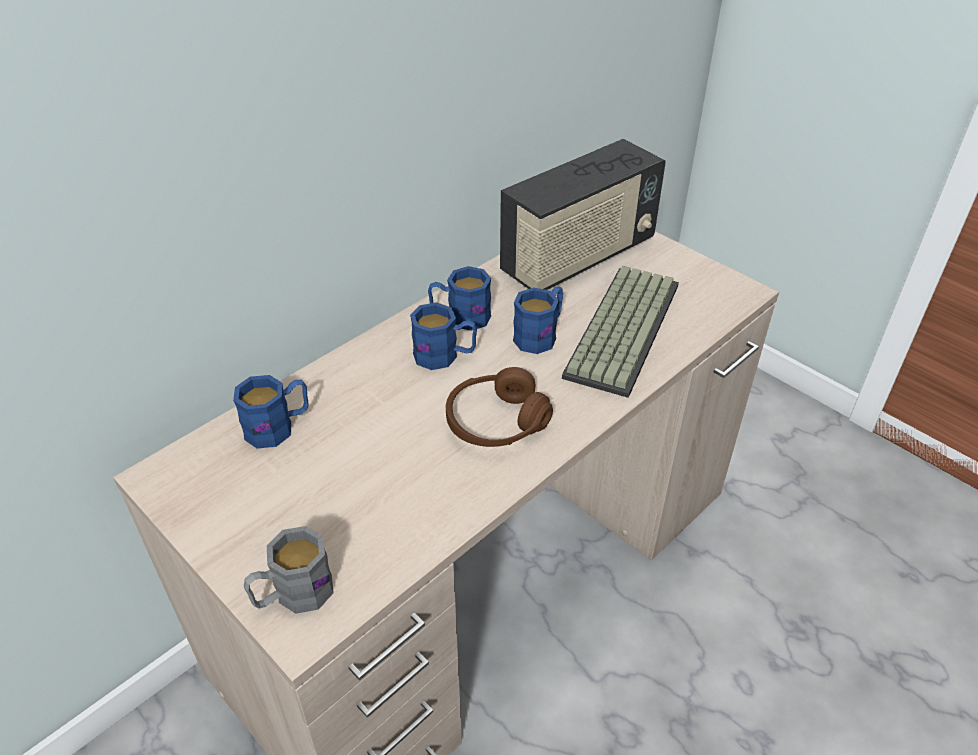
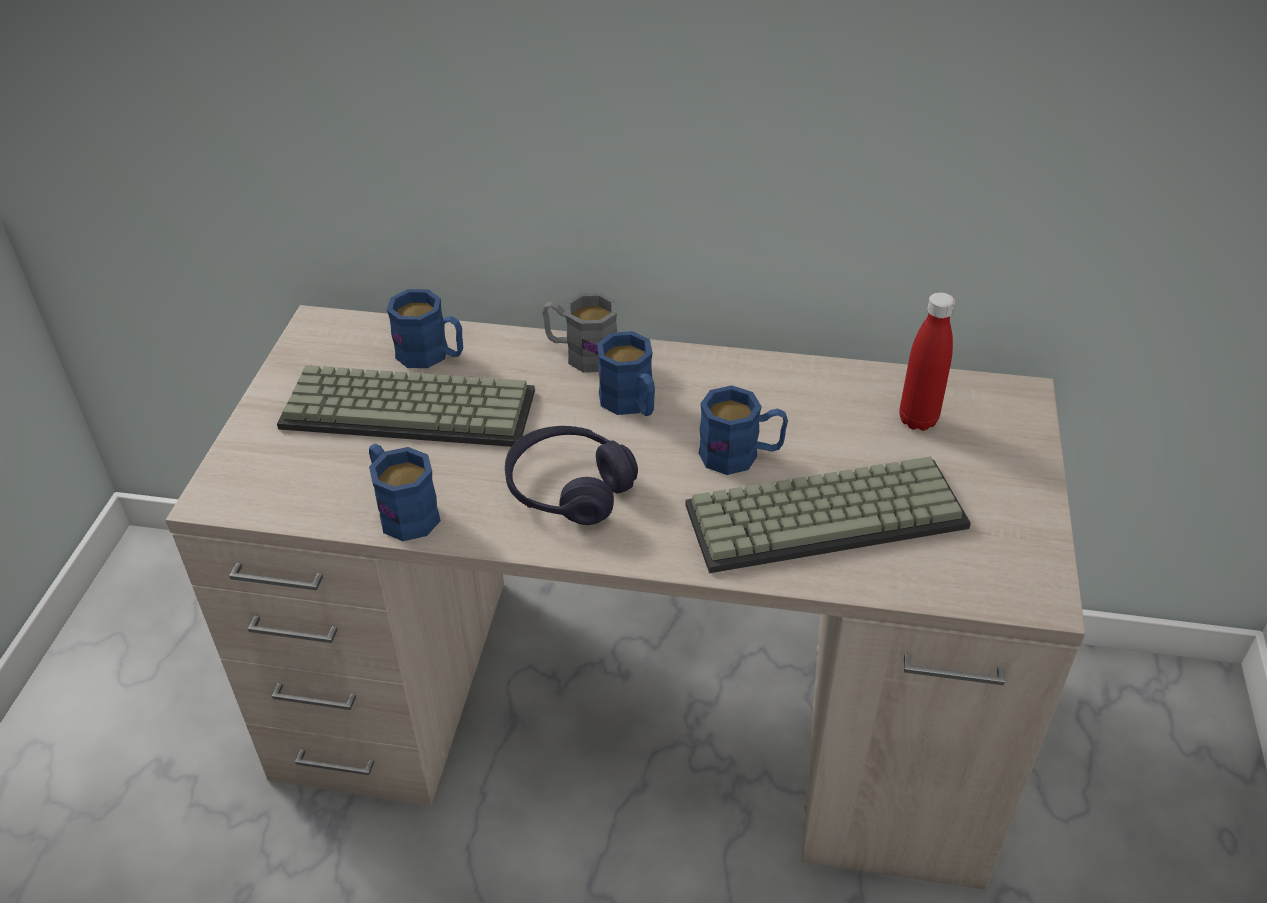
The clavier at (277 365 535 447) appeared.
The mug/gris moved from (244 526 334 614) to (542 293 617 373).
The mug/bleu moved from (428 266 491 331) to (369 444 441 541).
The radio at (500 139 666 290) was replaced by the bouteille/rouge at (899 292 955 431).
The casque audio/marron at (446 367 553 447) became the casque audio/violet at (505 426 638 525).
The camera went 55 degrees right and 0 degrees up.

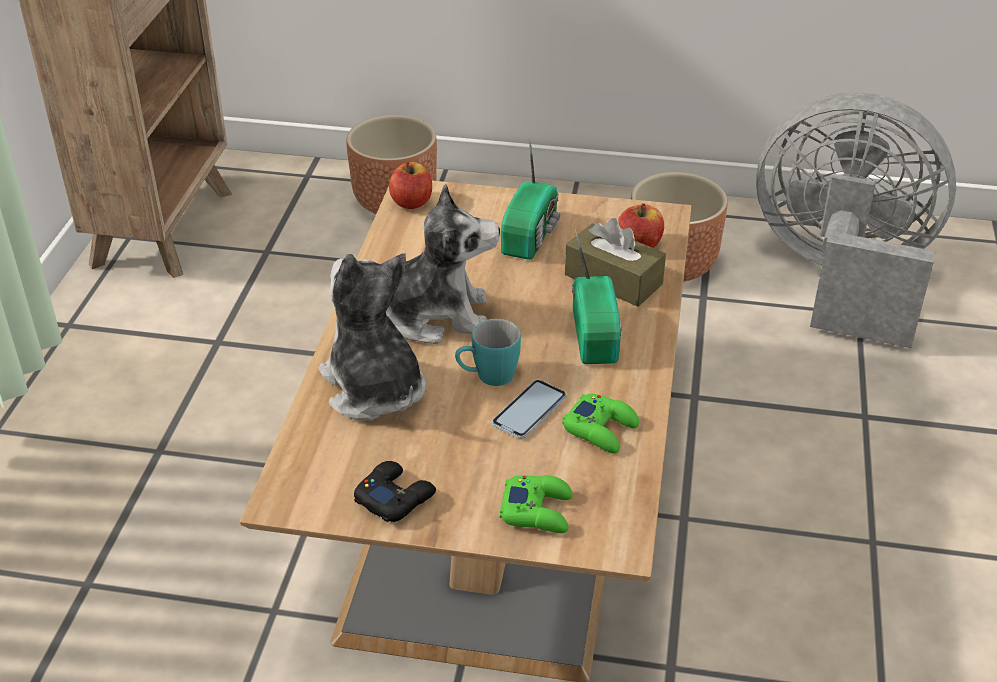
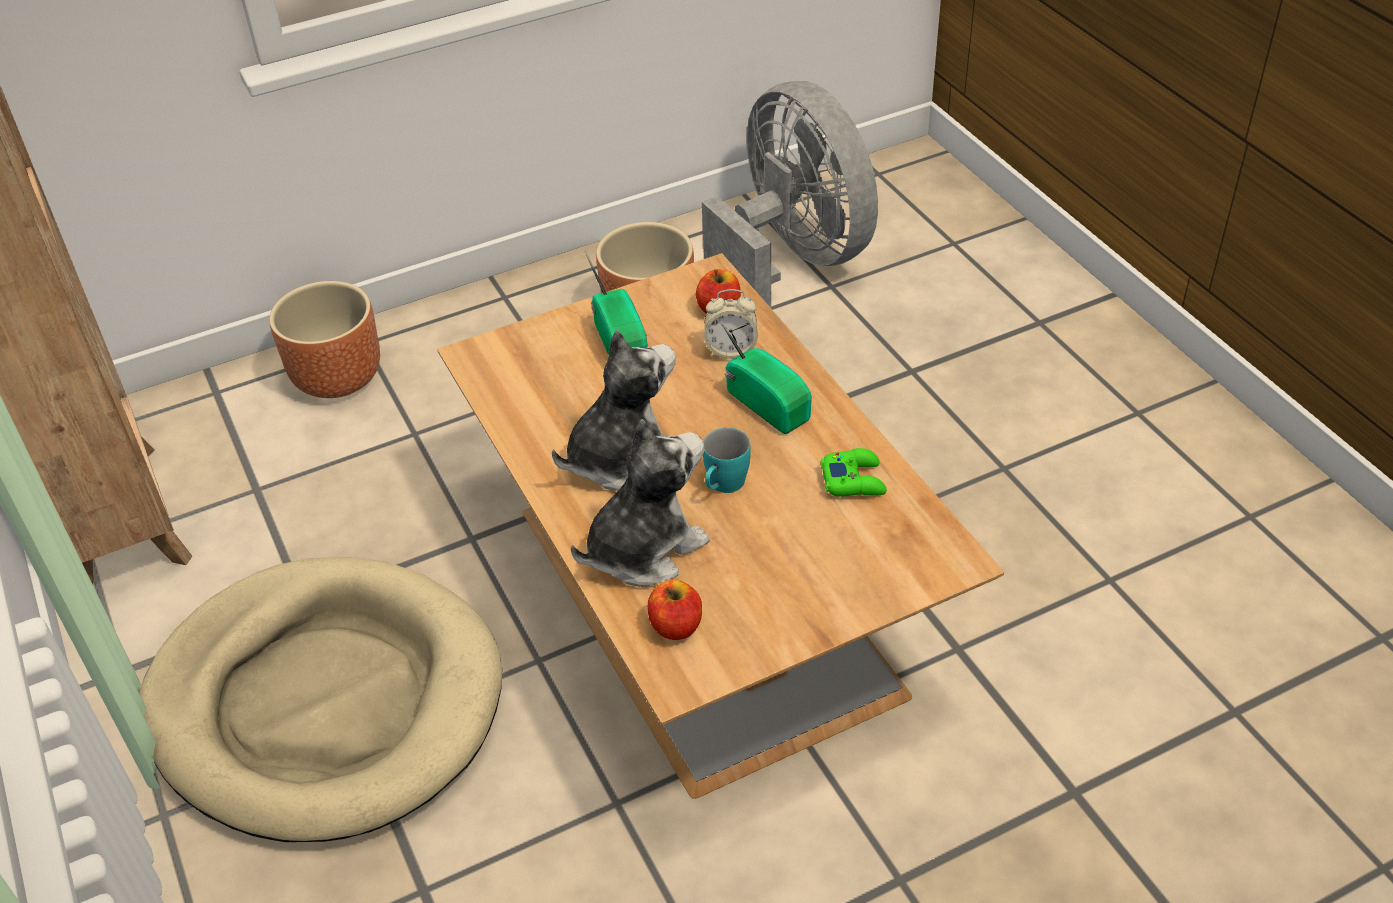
The manette/noir at (354 461 436 522) disappeared.
The téléphone at (492 380 566 439) disappeared.
The manette/vert at (500 475 573 533) disappeared.
The panier pour chien/beige at (139 557 502 842) appeared.
The pomme moved from (389 162 432 209) to (648 580 702 640).
The boîte à mouchoirs/marron at (565 218 666 307) was replaced by the réveil at (704 289 758 359).
The peluche at (319 253 426 421) turned 120 degrees clockwise.
The ventilateur/gris at (756 92 956 348) turned 75 degrees clockwise.
The camera went 35 degrees left and 5 degrees up.

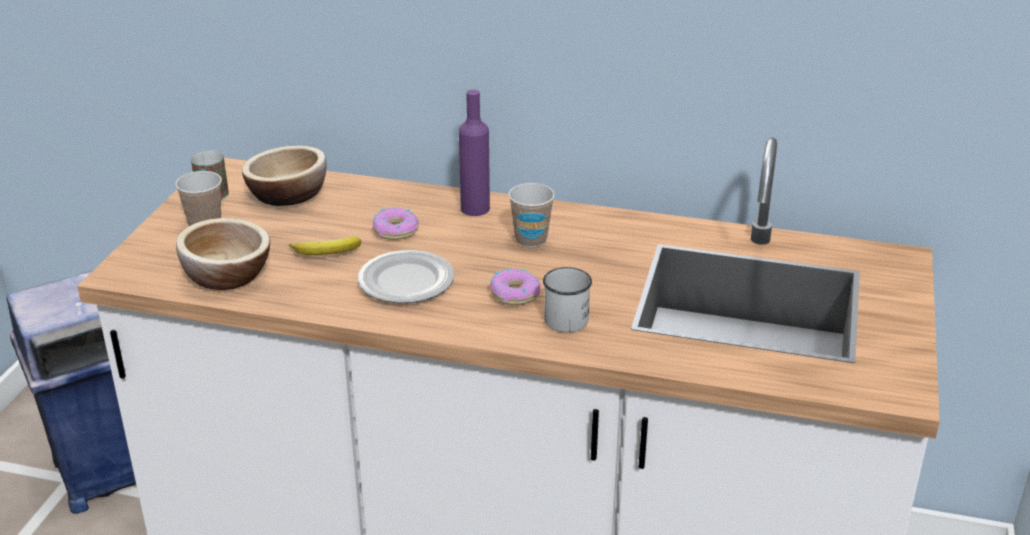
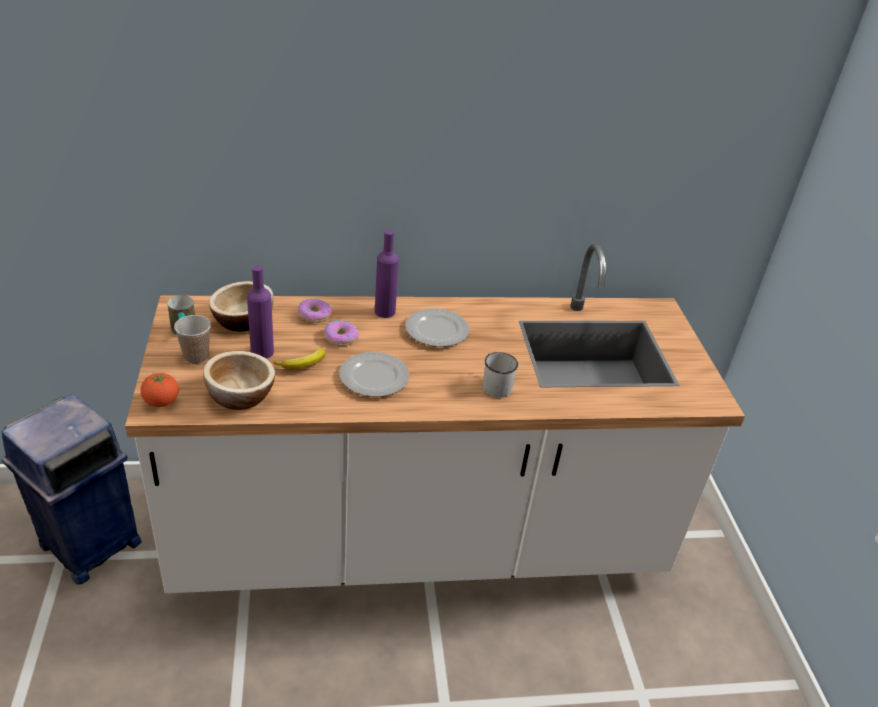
The tomate at (141 373 179 407) appeared.
The bouteille/violet at (247 265 274 359) appeared.
The beignet moved from (489 269 541 305) to (298 298 332 323).
The tasse at (508 183 555 248) was replaced by the assiette at (405 308 469 347).
The camera went 25 degrees left and 5 degrees up.

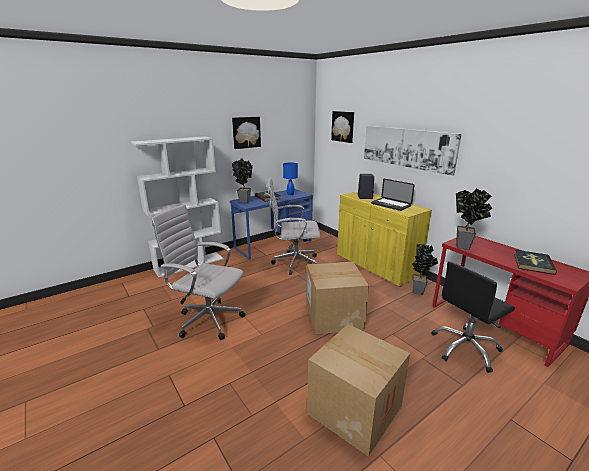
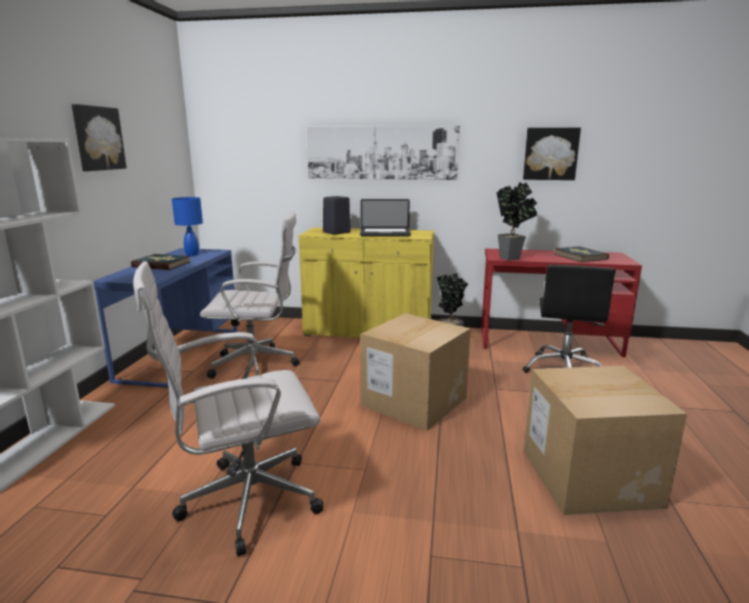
The plante en pot at (232 158 253 203) disappeared.
The tableau moved from (331 111 354 143) to (523 128 581 180).
The chaise de bureau/blanc at (267 178 320 275) turned 135 degrees counterclockwise.
The camera went 45 degrees left and 5 degrees down.

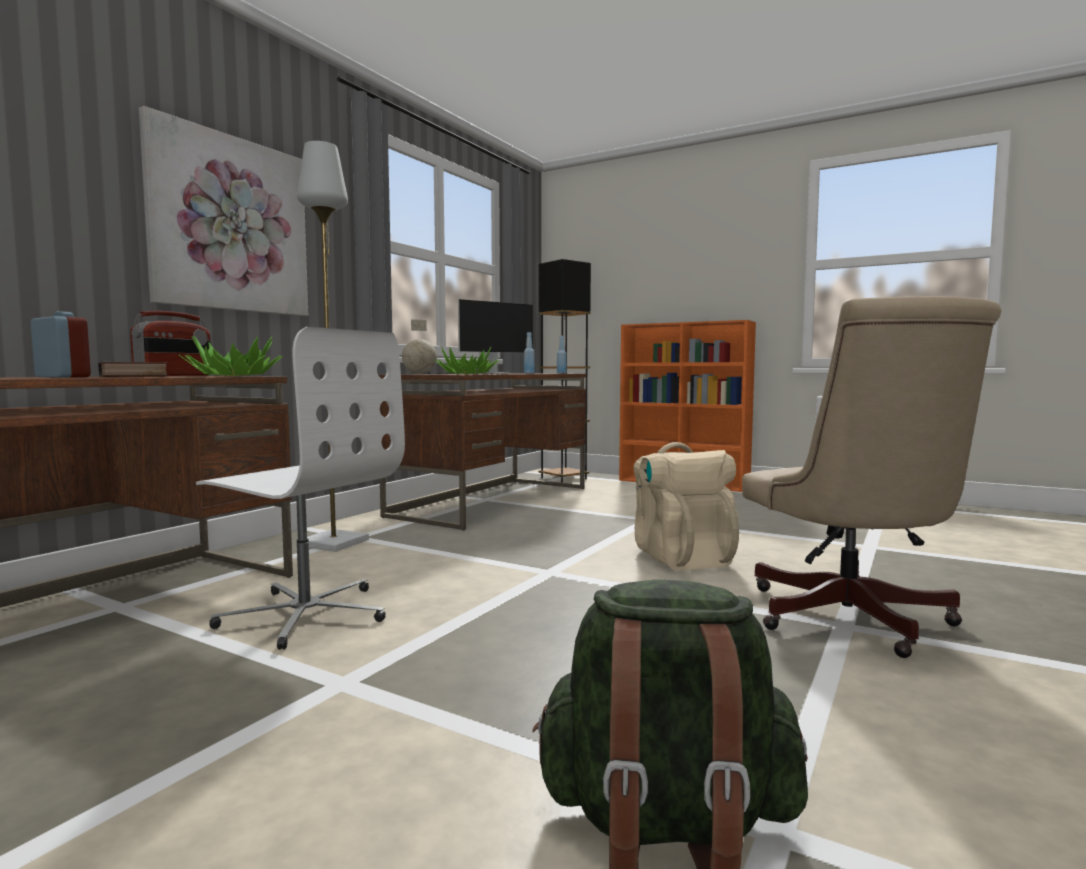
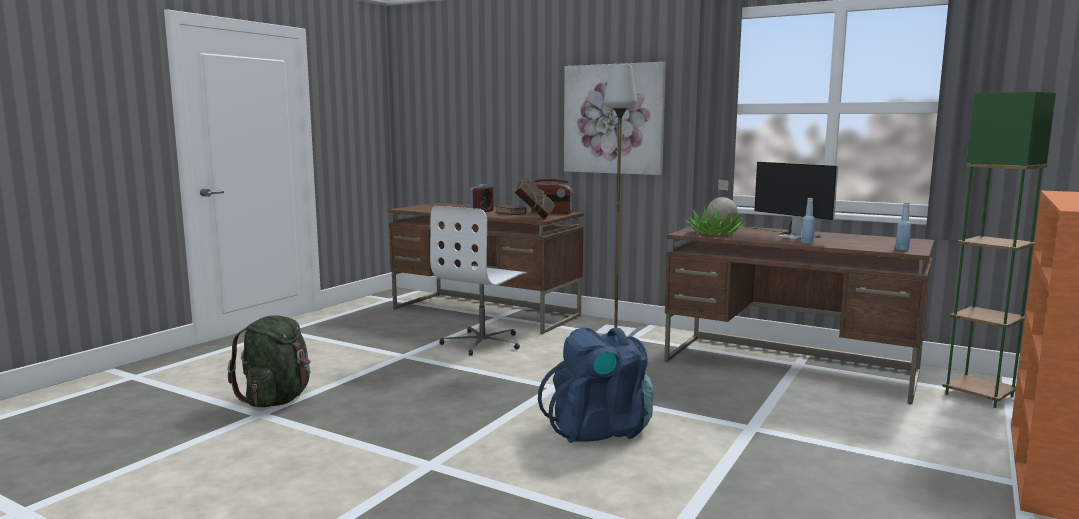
The chaise de bureau/beige at (742 296 1001 658) disappeared.
The plante en pot at (179 336 283 376) was replaced by the livre at (515 178 555 219).
The lampadaire/noir at (539 259 591 483) became the lampadaire/vert at (942 92 1056 408).
The sac à dos/beige at (633 442 739 570) became the sac à dos/bleu at (538 327 654 443).
The camera went 90 degrees right and 5 degrees up.

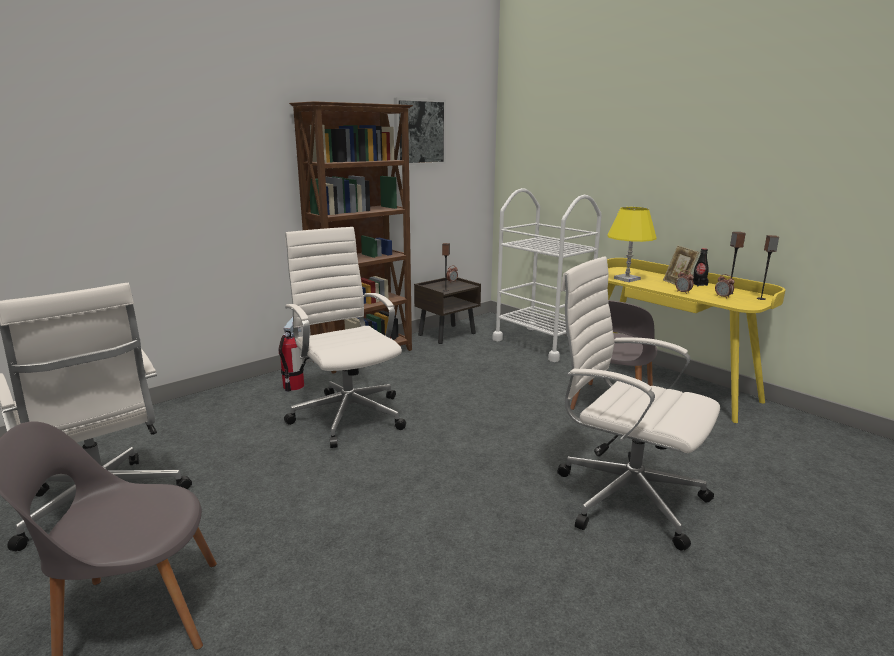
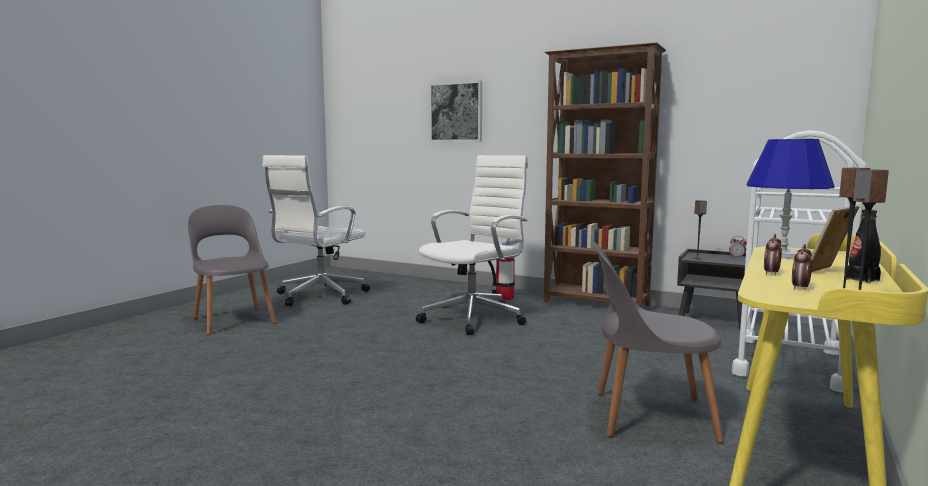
The chaise de bureau/blanc at (557 256 720 551) disappeared.
The tableau moved from (394 98 446 166) to (429 80 482 142).
The lampe de table/jaune at (607 207 657 282) became the lampe de table/bleu at (747 139 835 259).
The camera went 70 degrees right and 10 degrees down.

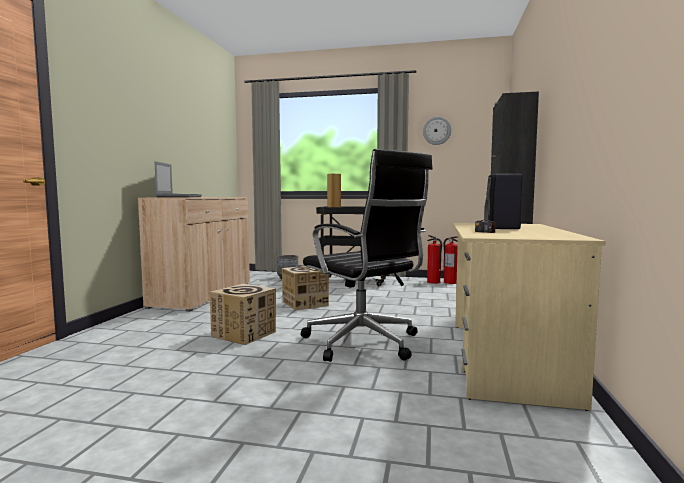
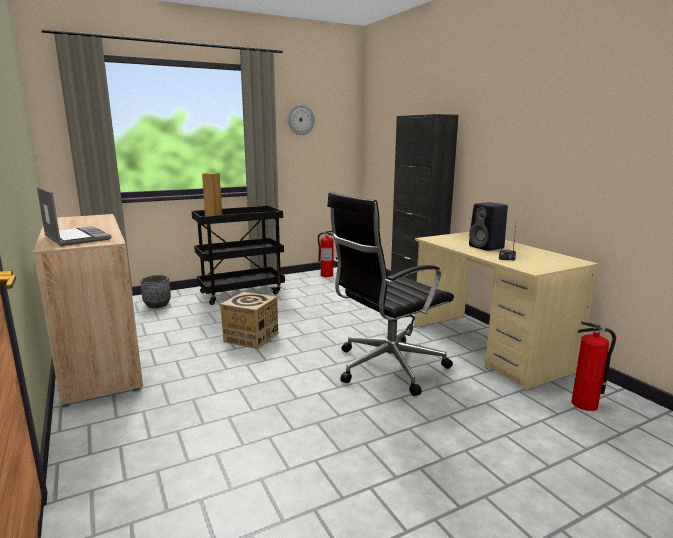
The carton at (210 284 276 345) disappeared.
The extincteur moved from (427 235 442 284) to (571 321 617 411).
The chaise de bureau/noir at (301 149 433 362) turned 135 degrees clockwise.
The camera went 40 degrees left and 10 degrees up.

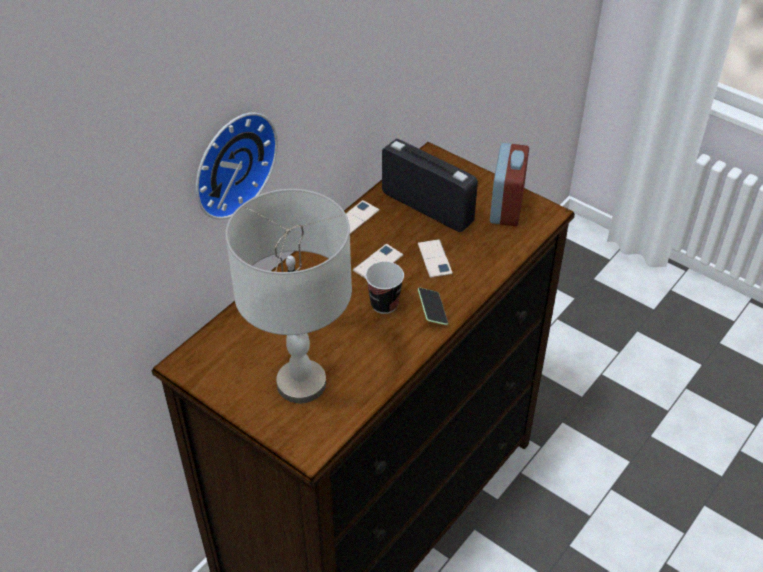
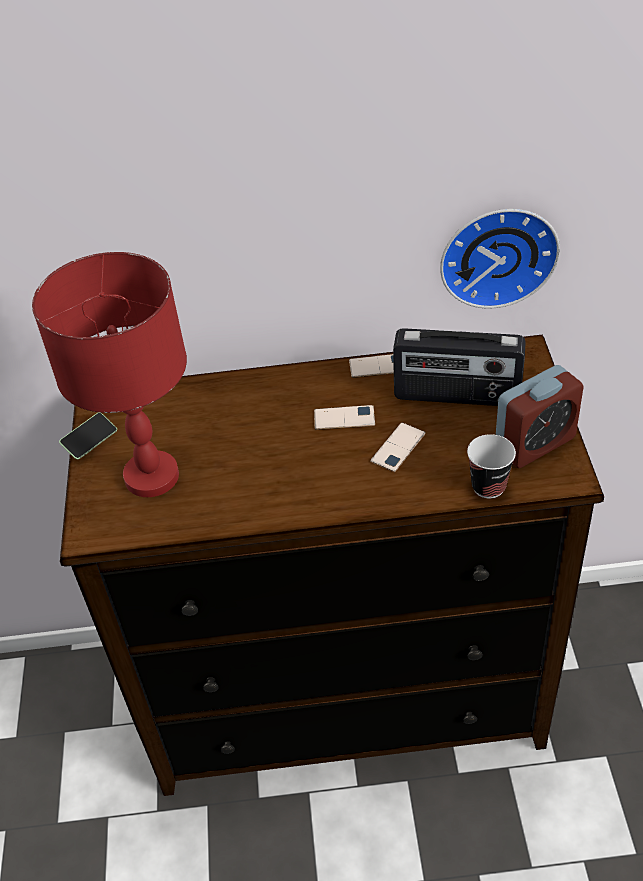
The horloge murale moved from (196 112 278 220) to (440 209 560 309).
The tasse moved from (365 261 404 314) to (467 434 516 499).
The téléphone moved from (418 288 448 325) to (59 413 117 459).
The lampe de table/gris at (225 189 352 403) became the lampe de table/rouge at (32 252 187 497).
The radio at (382 138 478 232) turned 105 degrees clockwise.
The camera went 50 degrees right and 0 degrees up.

